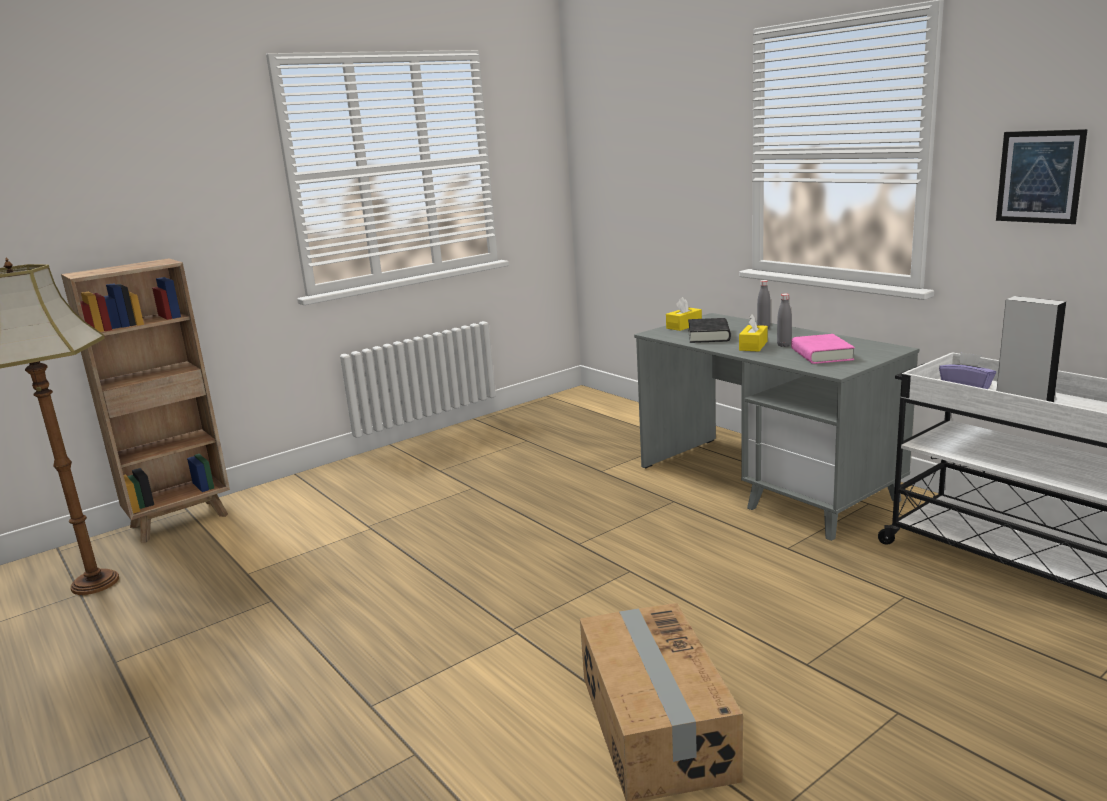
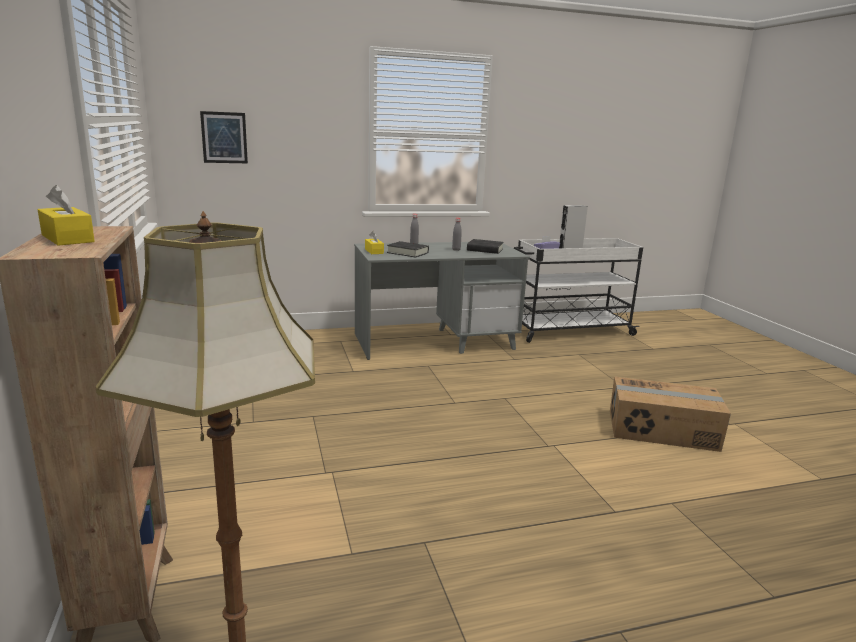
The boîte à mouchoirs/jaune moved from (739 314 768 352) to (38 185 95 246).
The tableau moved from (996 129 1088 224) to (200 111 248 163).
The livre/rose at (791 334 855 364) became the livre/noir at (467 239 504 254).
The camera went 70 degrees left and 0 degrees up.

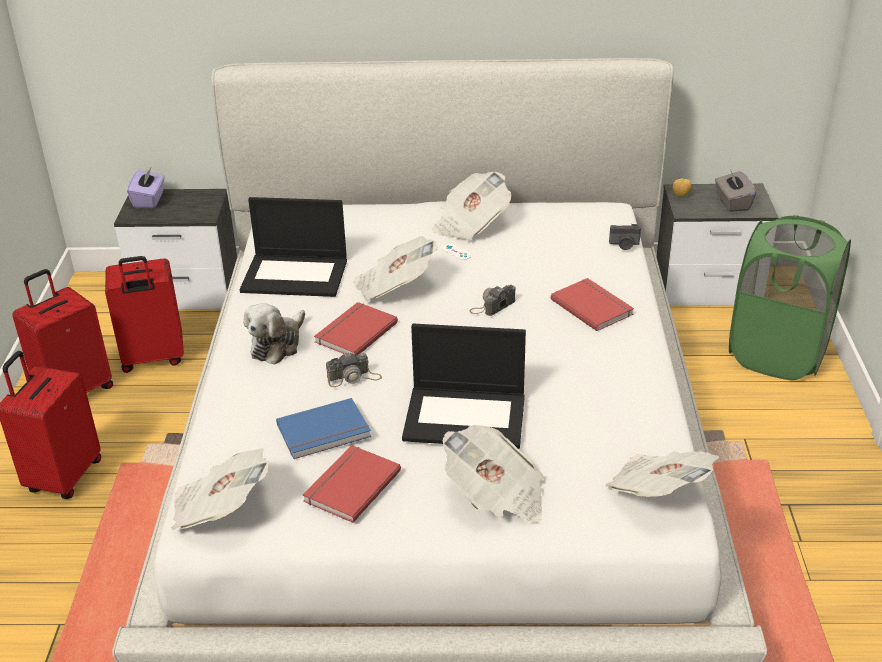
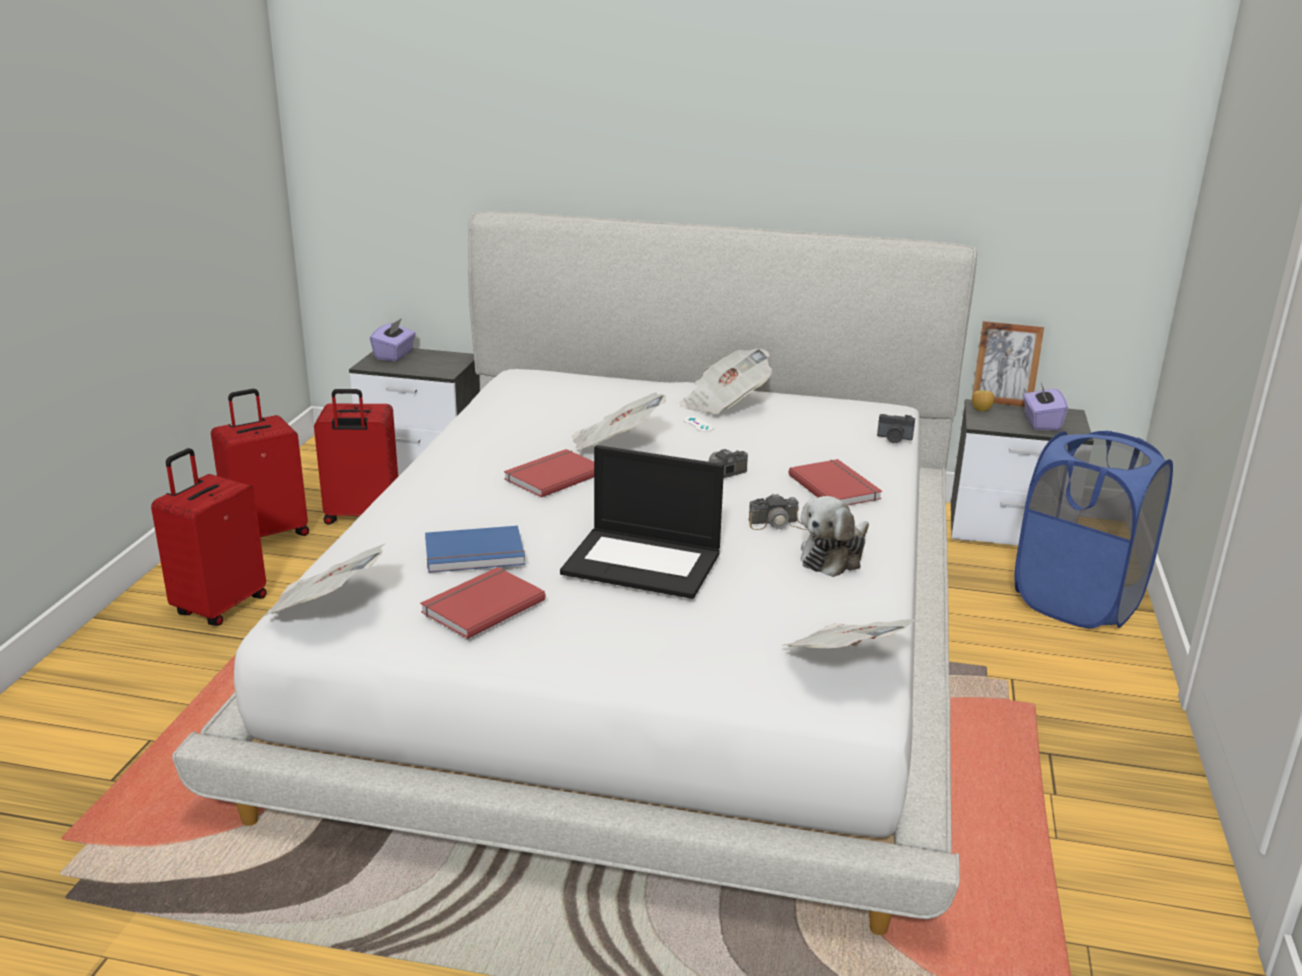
The ordinateur portable at (239 197 347 297) disappeared.
The journal at (442 425 543 522) disappeared.
The cadre photo at (972 321 1044 407) appeared.
The peluche moved from (243 303 305 365) to (801 496 869 577).
The appareil photo moved from (326 352 382 387) to (749 493 808 530).
The boîte à mouchoirs/gris at (715 169 756 212) became the boîte à mouchoirs/violet at (1023 383 1068 431).
The panier à linge/vert at (729 215 851 380) became the panier à linge/bleu at (1015 431 1173 629).
The camera went 10 degrees right and 10 degrees down.

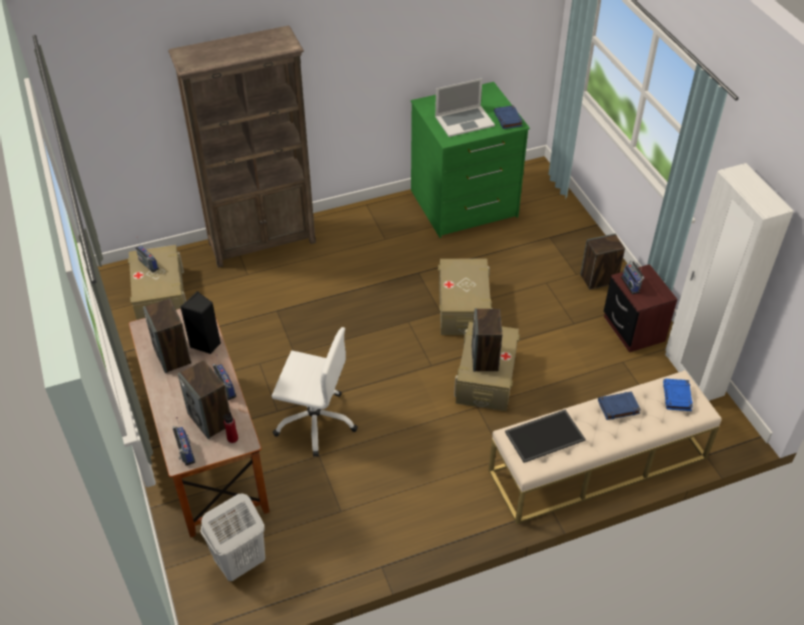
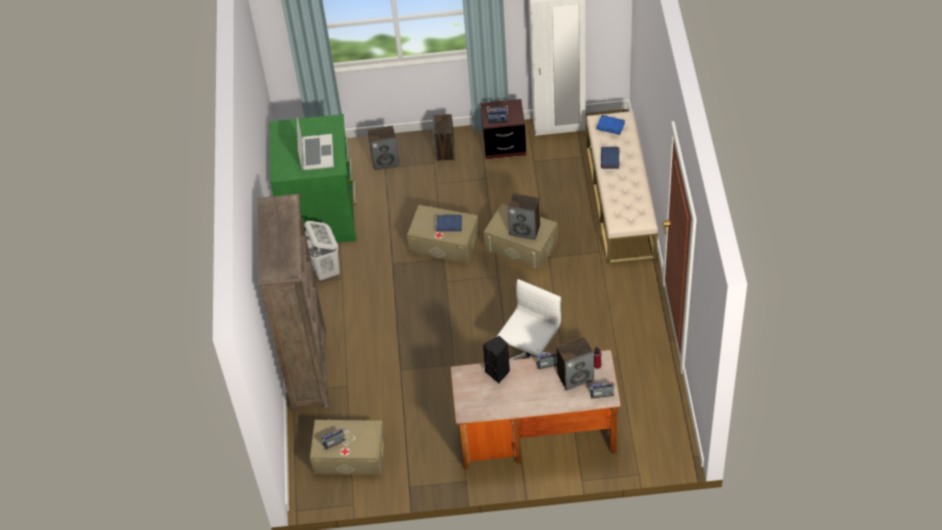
The plateau at (505 410 586 463) disappeared.
The enceinte moved from (143 298 191 373) to (368 125 400 170).
The panier à linge/blanc moved from (201 493 265 581) to (304 221 340 282).
The livre/bleu moved from (494 105 523 129) to (436 215 462 232).
The camera went 70 degrees left and 5 degrees up.

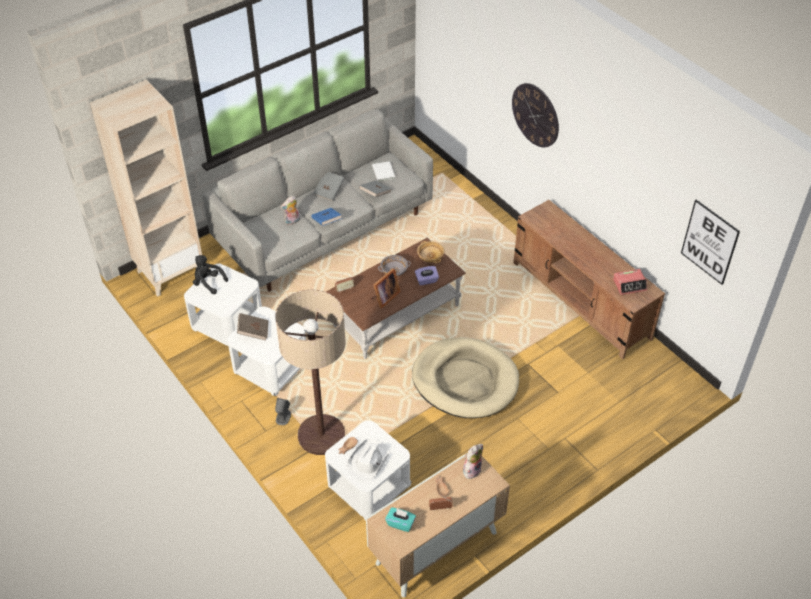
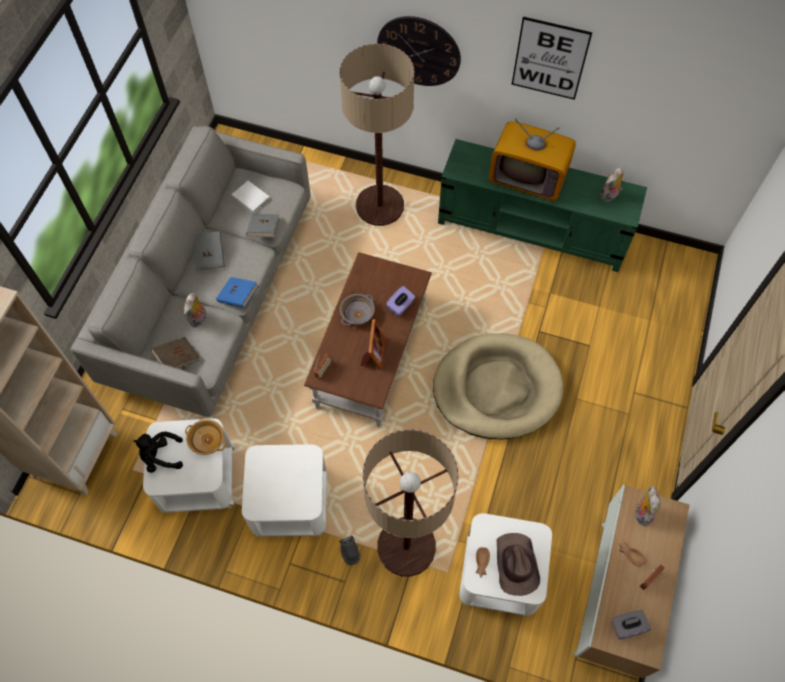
The lampadaire at (340 44 415 226) appeared.
The téléviseur at (489 118 576 201) appeared.
The livre/marron moved from (237 313 269 340) to (151 337 200 368).
The bol/beige moved from (417 241 444 263) to (185 419 226 455).
The tableau moved from (681 200 740 285) to (512 17 592 100).
The réveil at (613 269 647 295) was replaced by the peluche at (600 167 624 202).
The chapeau/blanc at (346 439 391 481) became the chapeau/marron at (496 533 540 596).
The boîte à mouchoirs/turquoise at (385 507 416 532) became the boîte à mouchoirs/gris at (611 610 651 639).
The meuble télé/marron at (513 200 665 359) became the meuble télé/vert at (438 139 647 272).
The camera went 35 degrees left and 15 degrees up.

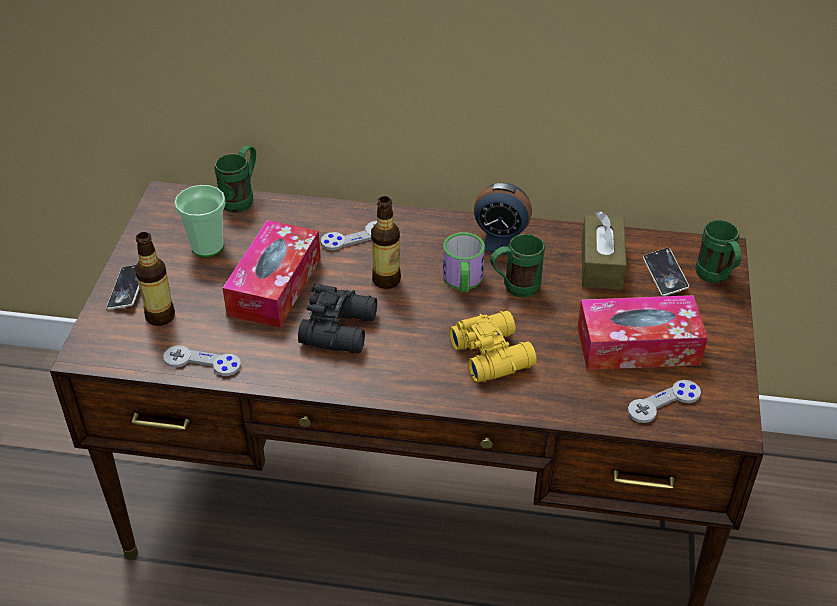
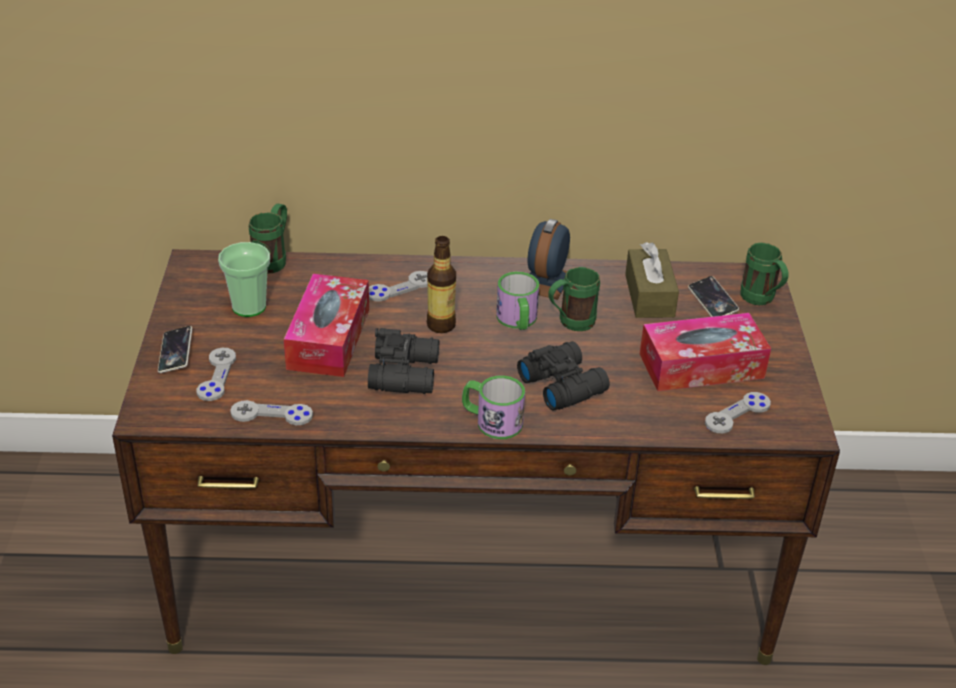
The mug at (462 375 525 439) appeared.
The bouteille at (135 232 175 326) was replaced by the manette/gris at (197 348 236 401).
The jumelles/jaune at (449 311 537 383) became the jumelles/noir at (517 341 610 411).
The réveil at (474 183 532 255) turned 105 degrees clockwise.
The camera went 10 degrees left and 5 degrees down.

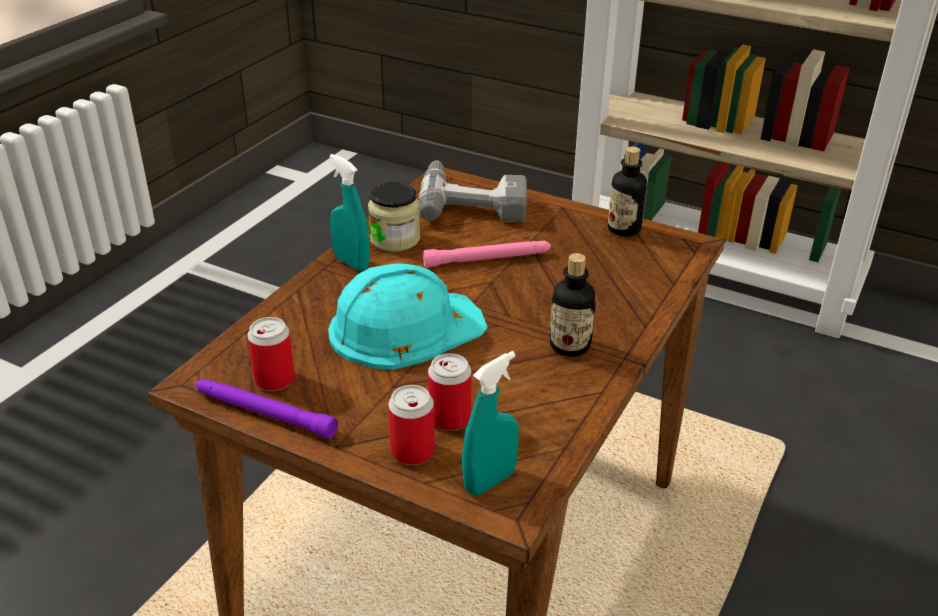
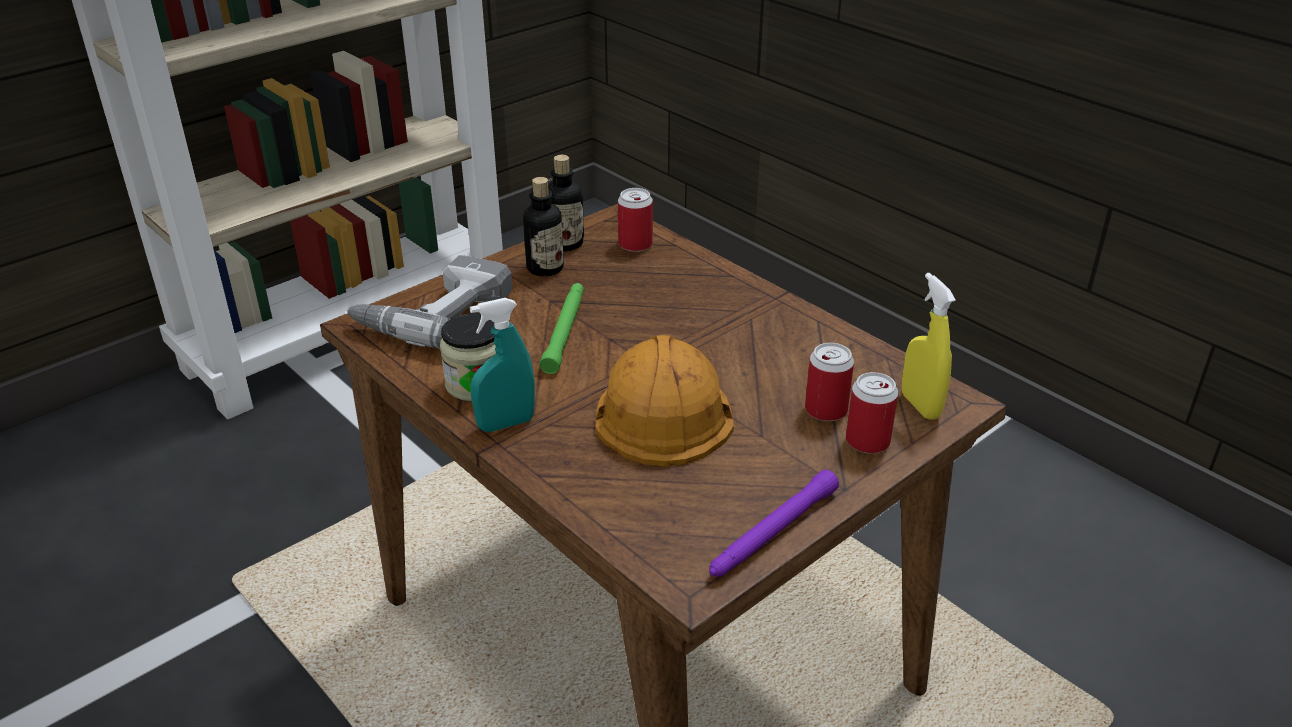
The boîte métallique moved from (247 317 295 391) to (618 188 653 252).
The bouteille moved from (550 253 596 357) to (523 177 564 276).
The casque de chantier/turquoise at (328 263 488 370) became the casque de chantier/orange at (595 335 734 466).
The lampe de poche/rose at (423 241 551 267) became the lampe de poche/vert at (539 283 584 374).
The vaporisateur/turquoise at (462 351 519 495) became the vaporisateur/jaune at (902 273 956 420).
The camera went 70 degrees left and 0 degrees up.

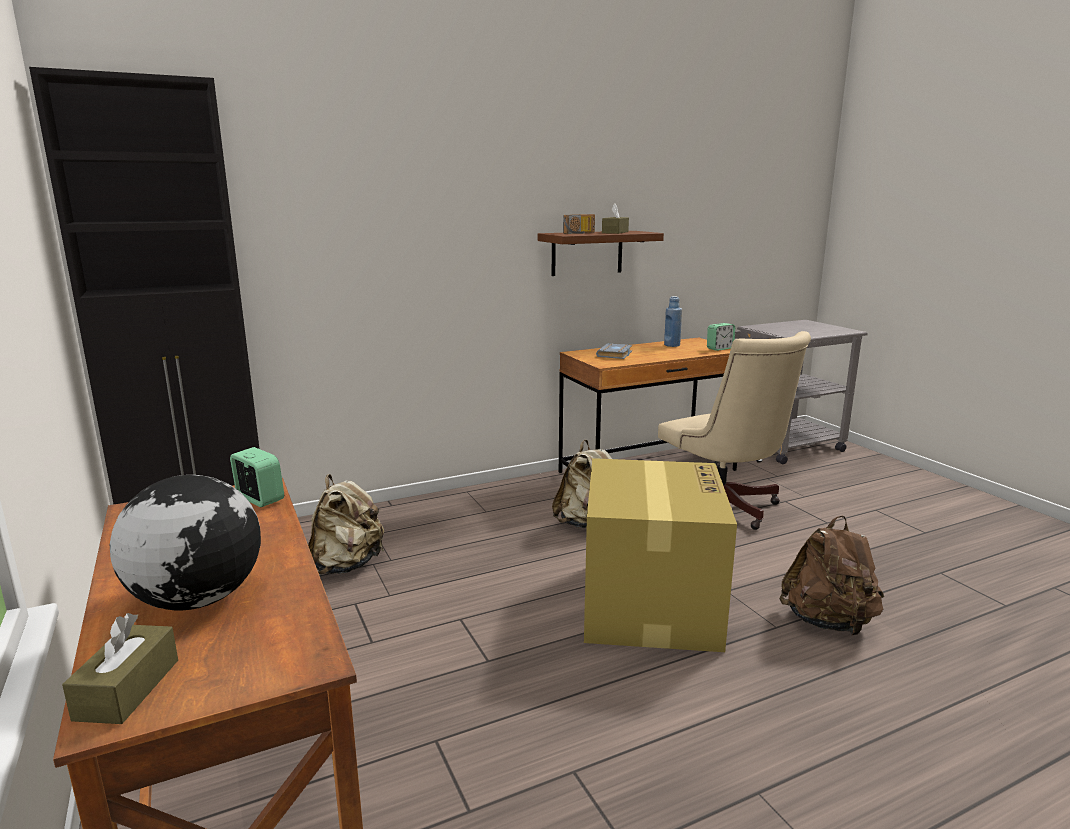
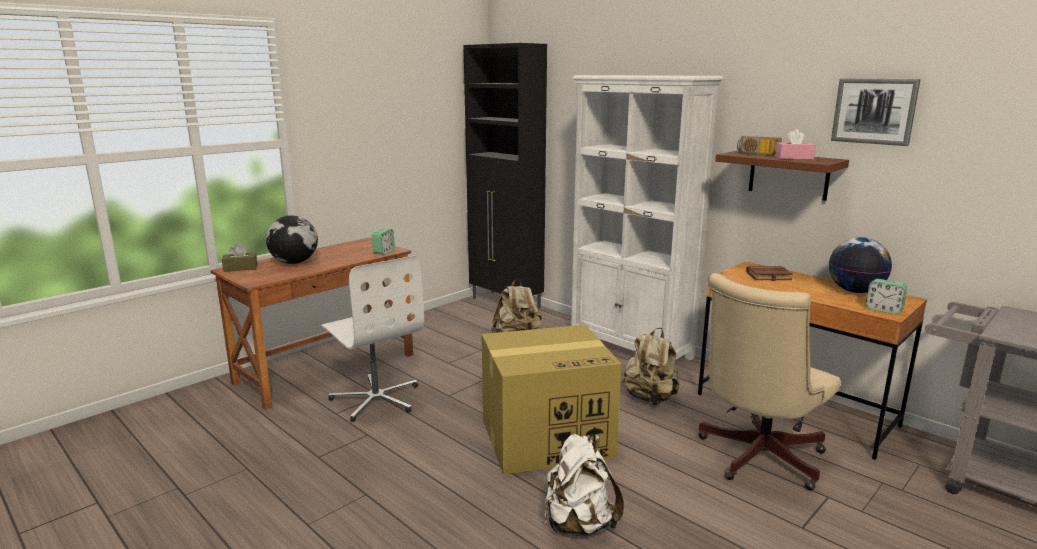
The chaise de bureau/blanc at (321 256 424 422) appeared.
The bibliothèque/blanc at (571 75 723 360) appeared.
The tableau at (831 79 921 146) appeared.
The bouteille/bleu at (664 296 682 347) was replaced by the globe at (829 237 892 293).
The livre/gris at (596 343 632 359) became the livre/marron at (746 266 793 281).
The boîte à mouchoirs/marron at (602 204 629 234) became the boîte à mouchoirs/rose at (775 129 816 159).
The sac à dos/marron at (779 515 884 635) became the sac à dos/blanc at (545 434 624 536).
The camera went 70 degrees right and 0 degrees up.

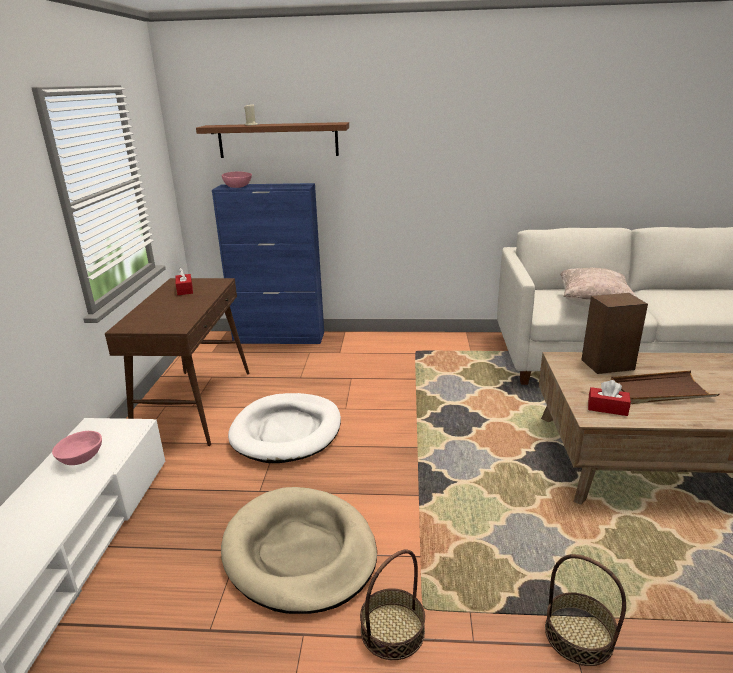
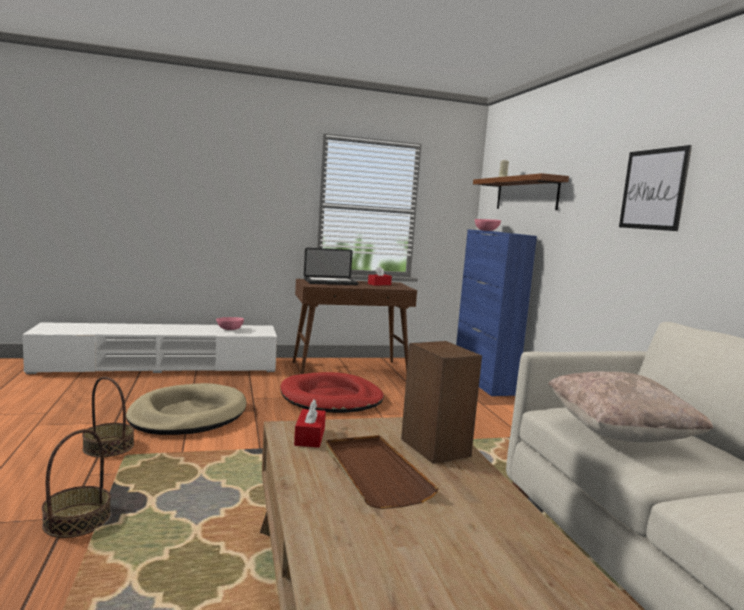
The ordinateur portable at (304 248 358 285) appeared.
The tableau at (619 145 692 231) appeared.
The panier pour chien/blanc at (228 393 341 463) became the panier pour chien/rouge at (280 372 384 413).
The camera went 70 degrees right and 15 degrees down.

